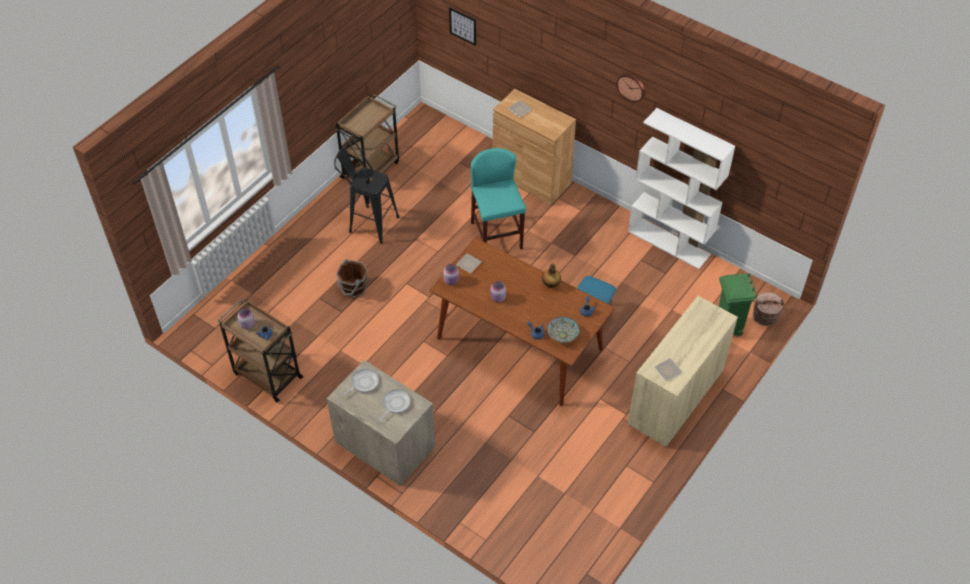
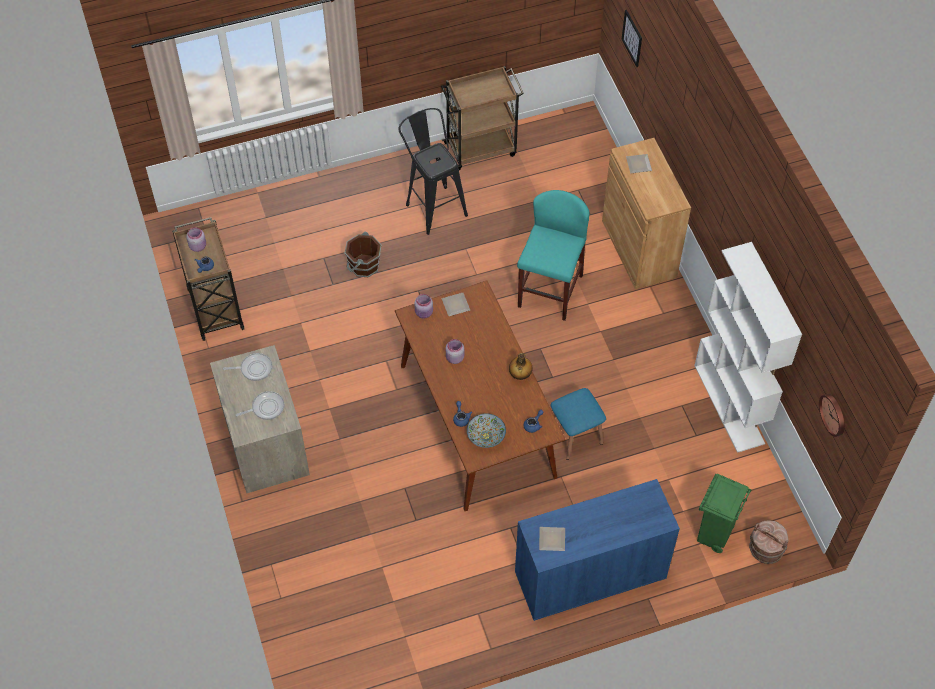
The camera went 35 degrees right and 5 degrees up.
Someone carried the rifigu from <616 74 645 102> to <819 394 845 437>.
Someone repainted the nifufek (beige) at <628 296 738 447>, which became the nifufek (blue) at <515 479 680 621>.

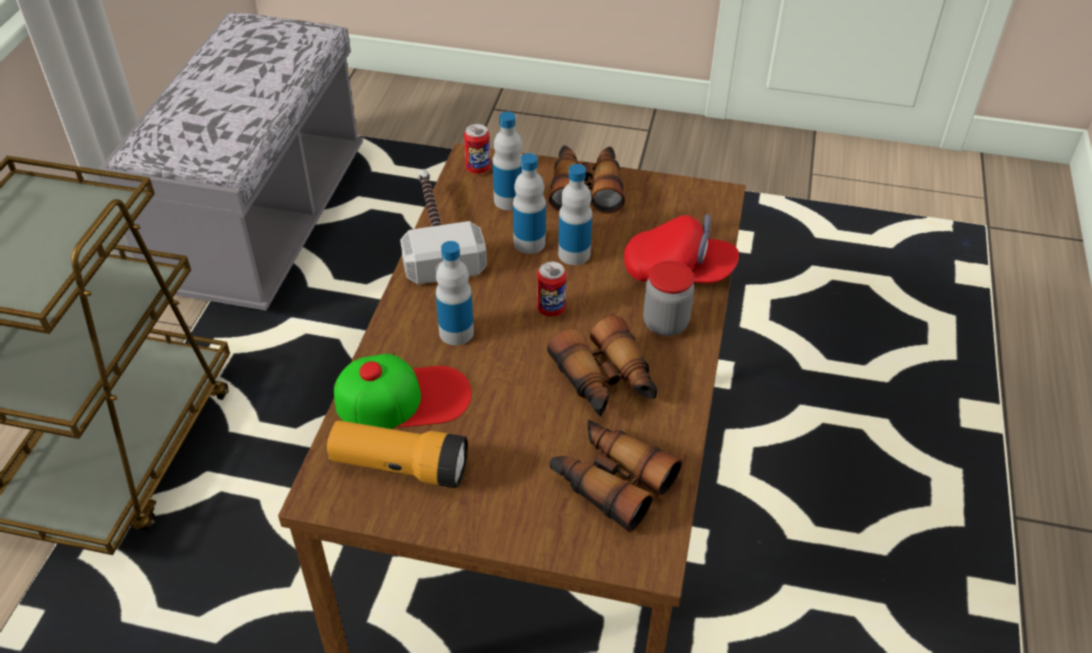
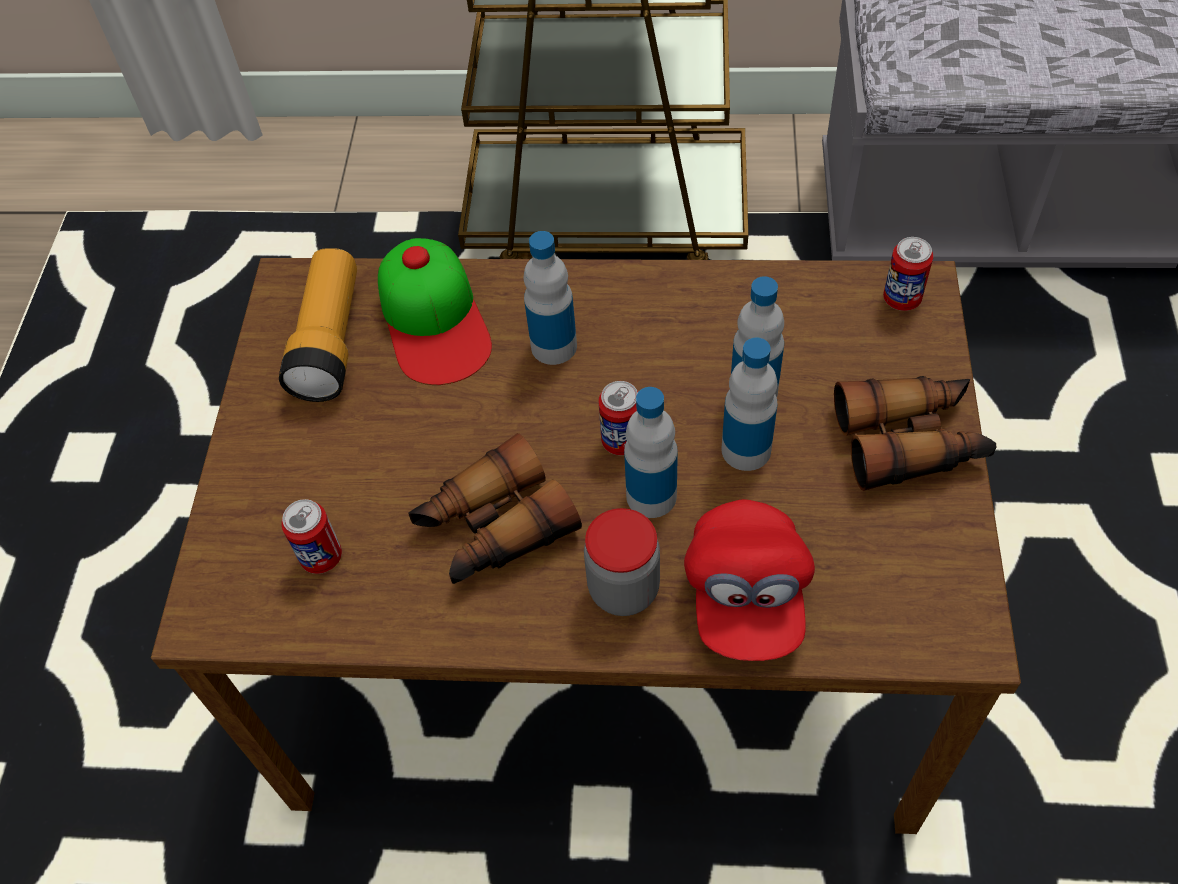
The camera went 85 degrees right and 10 degrees up.
Someone took away the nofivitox at <400 169 487 284>.
Someone carried the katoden from <493 112 522 210> to <624 387 678 518>.
Someone swapped the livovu at <550 420 682 533> for the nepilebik at <281 499 342 574>.

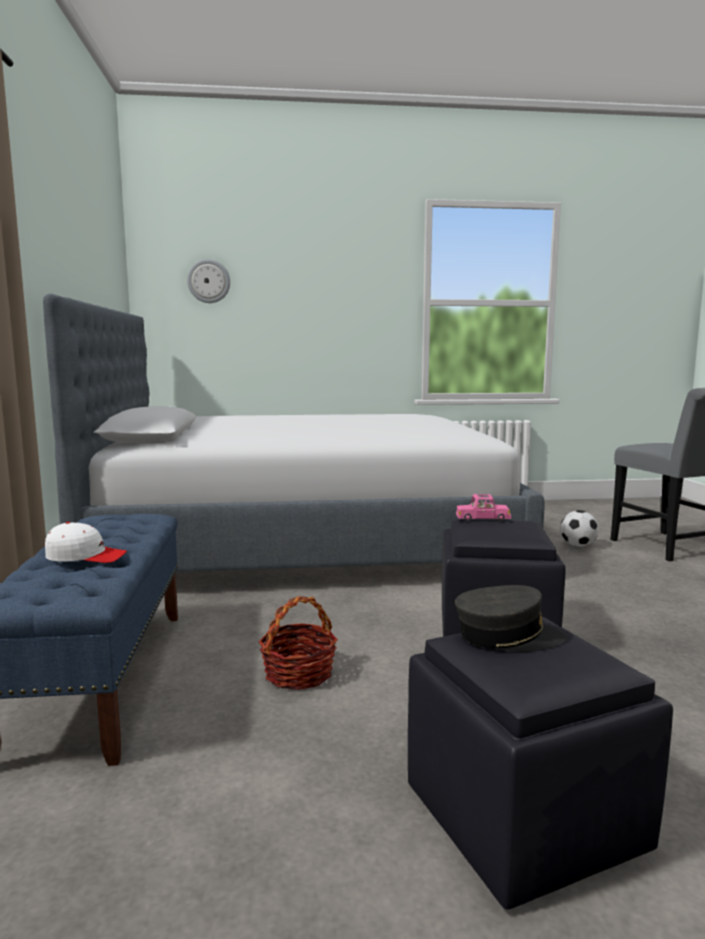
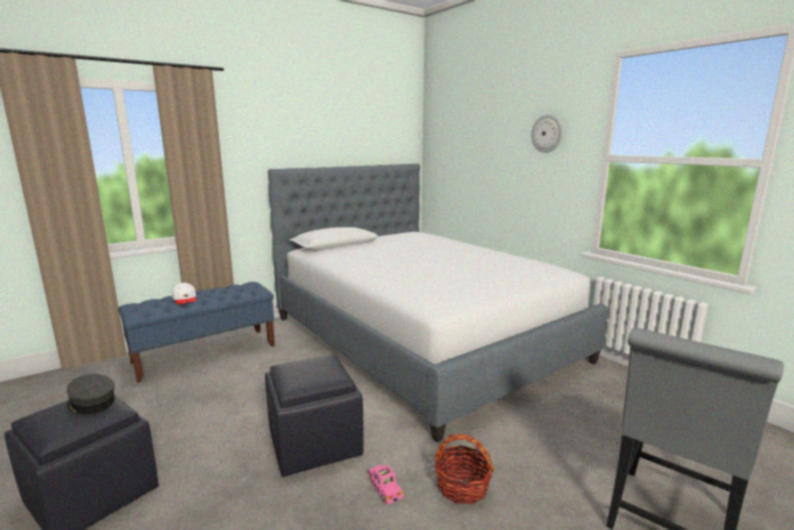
The camera went 60 degrees right and 5 degrees up.
Someone carried the rifigu from <187 259 230 303> to <531 114 563 153>.
Someone carried the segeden from <258 596 338 690> to <435 433 494 504>.
Someone rotated the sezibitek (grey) at <455 585 567 652> by 150 degrees clockwise.
Someone carried the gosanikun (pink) from <456 494 511 521> to <369 465 404 505>.
Someone took away the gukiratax at <560 510 599 547>.

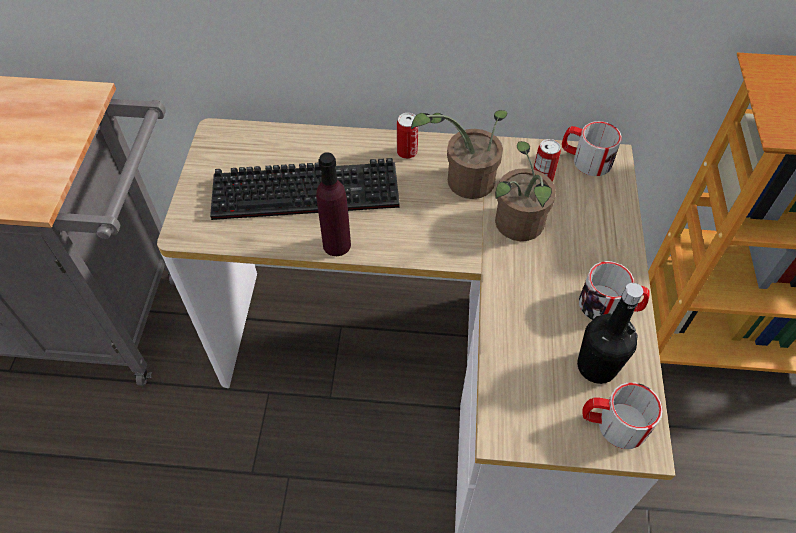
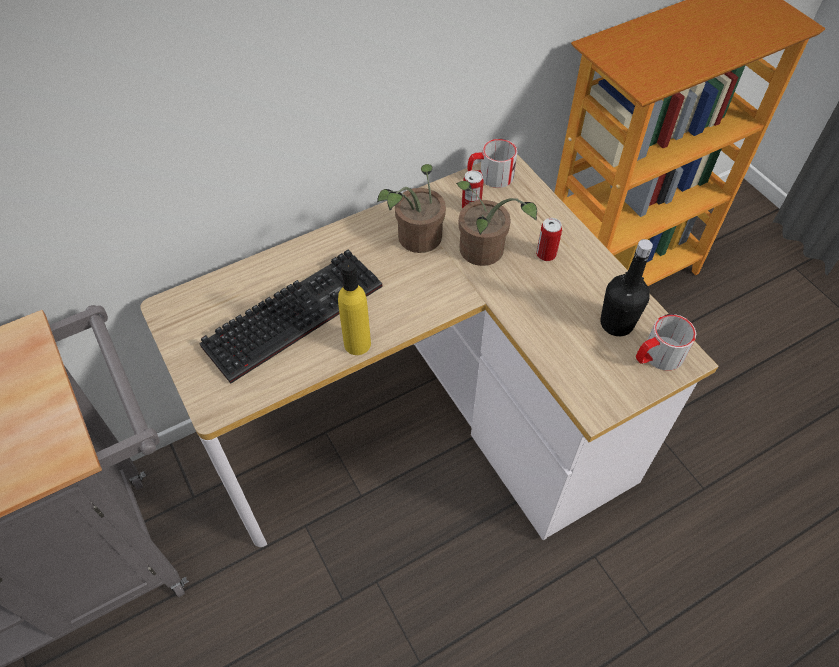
The camera went 35 degrees left and 0 degrees up.
Someone repainted the katoden (purple) at <316 152 351 256>, which became the katoden (yellow) at <338 261 371 355>.
Someone carried the nepilebik from <397 113 418 159> to <536 218 562 261>.
Someone took away the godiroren at <579 261 650 320>.

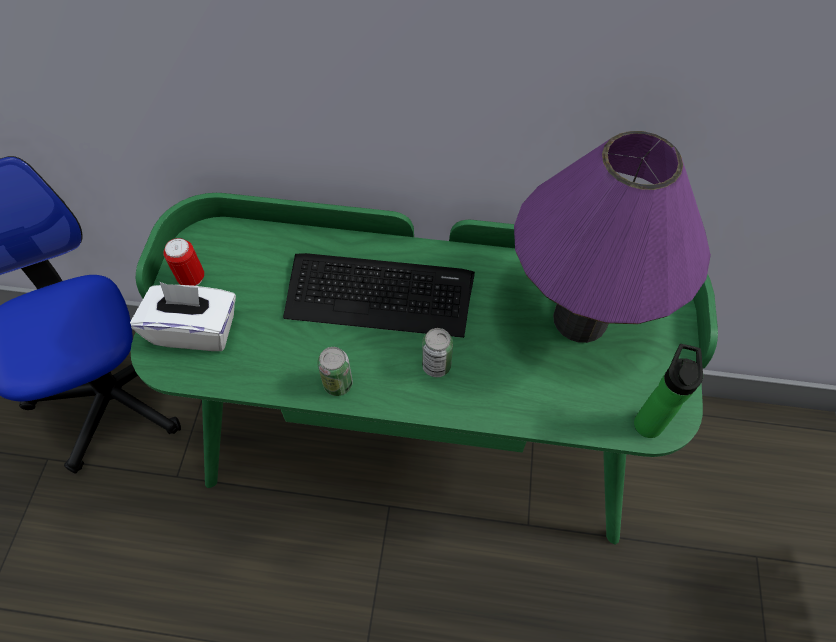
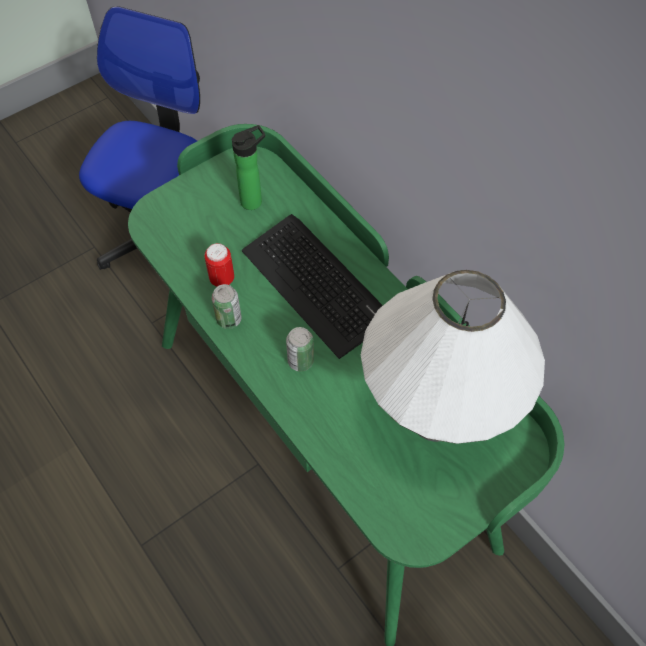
The camera went 45 degrees right and 0 degrees up.
Someone took away the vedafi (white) at <130 282 236 351>.
Someone carried the nepilebik from <163 238 204 286> to <204 243 234 287>.
Someone repainted the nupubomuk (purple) at <514 131 711 343>, which became the nupubomuk (white) at <361 270 545 444>.
Someone carried the katoden from <634 344 703 438> to <231 125 265 210>.

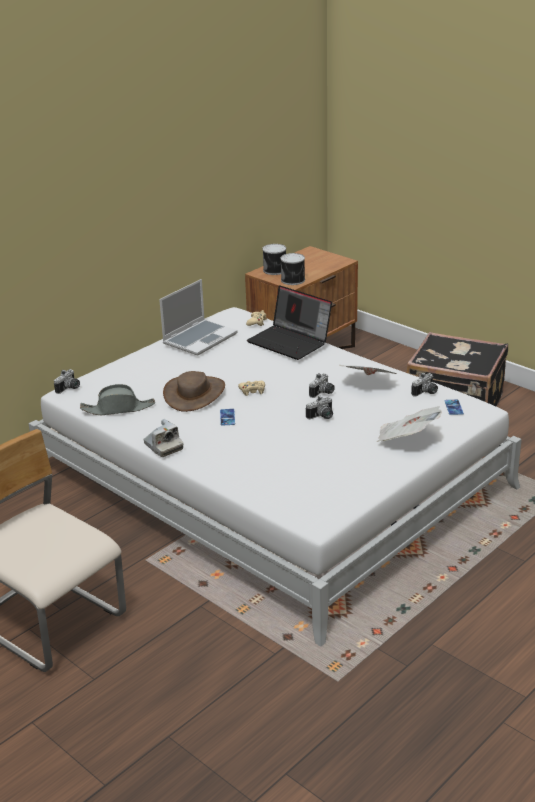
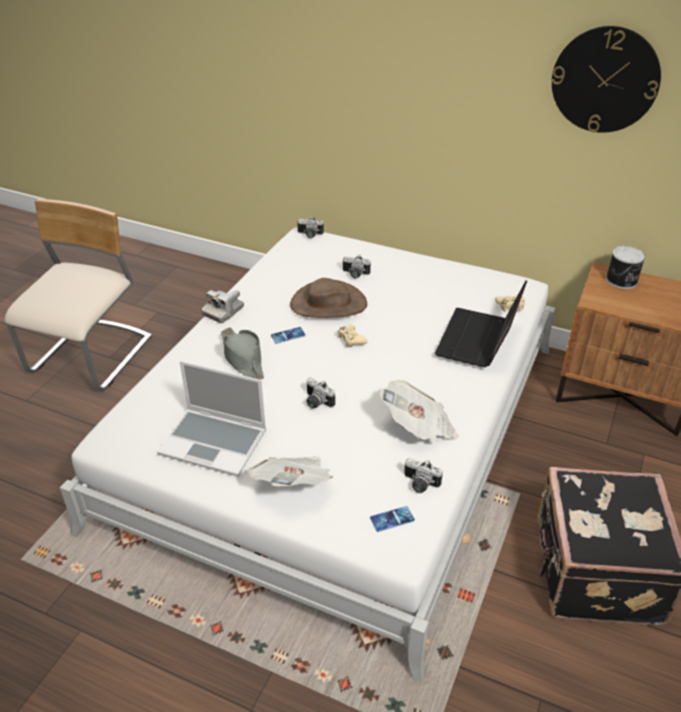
The camera went 70 degrees right and 10 degrees up.
Someone carried the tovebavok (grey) from <80 384 155 415> to <221 327 264 380>.
Someone carried the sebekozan from <159 279 238 356> to <157 361 266 476>.
Someone took away the nepilebik at <280 253 305 285>.
Someone carried the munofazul from <309 373 335 398> to <343 254 371 278>.
Someone put up the rifigu at <552 26 661 133>.

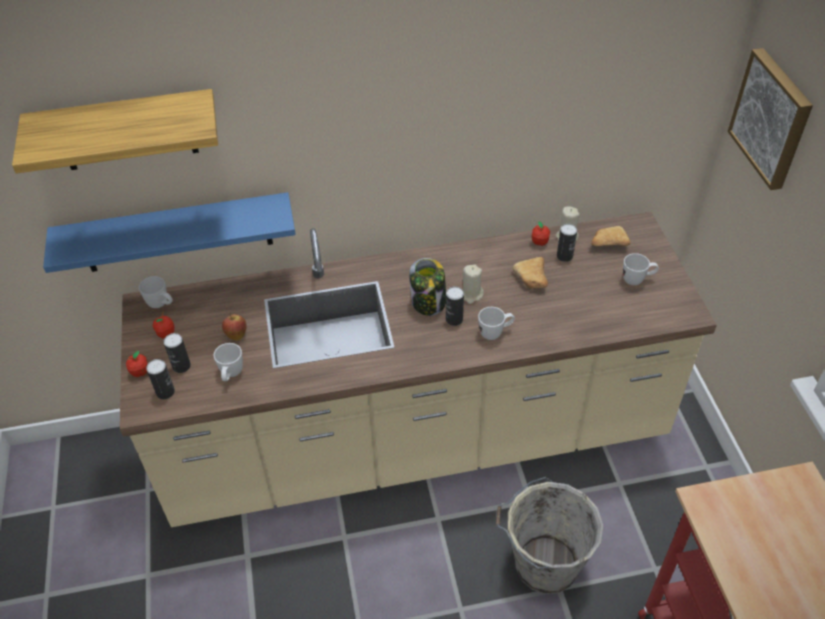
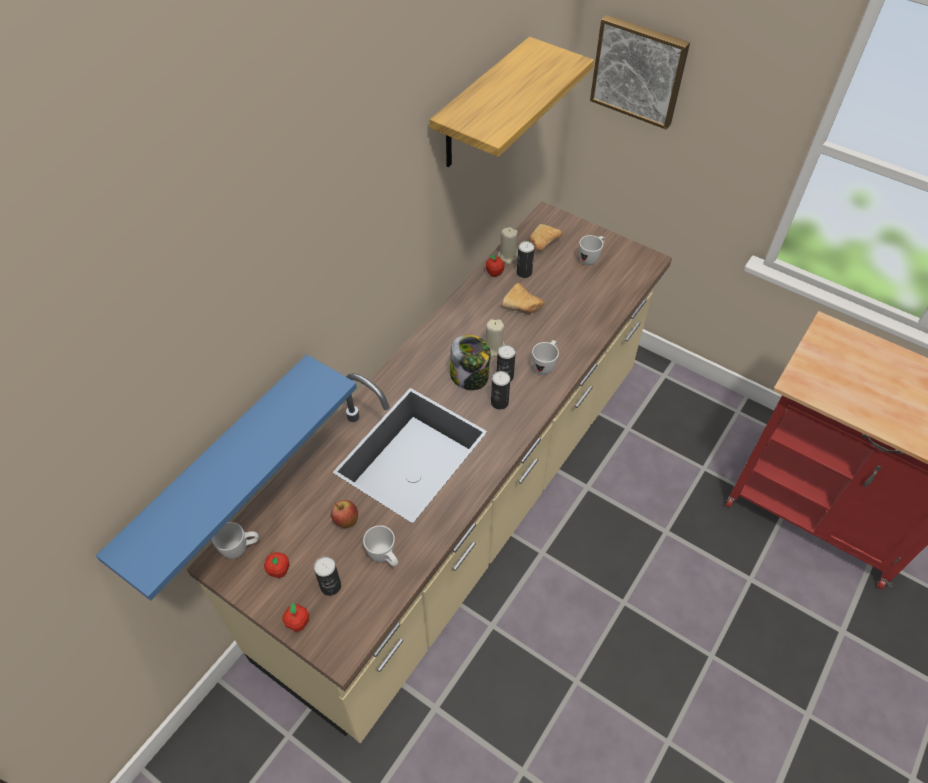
The camera went 45 degrees left and 5 degrees up.
Someone carried the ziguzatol from <12 89 218 174> to <430 37 594 167>.
Someone carried the nepilebik from <146 359 175 399> to <491 371 510 410>.
Someone took away the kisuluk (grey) at <496 477 604 594>.

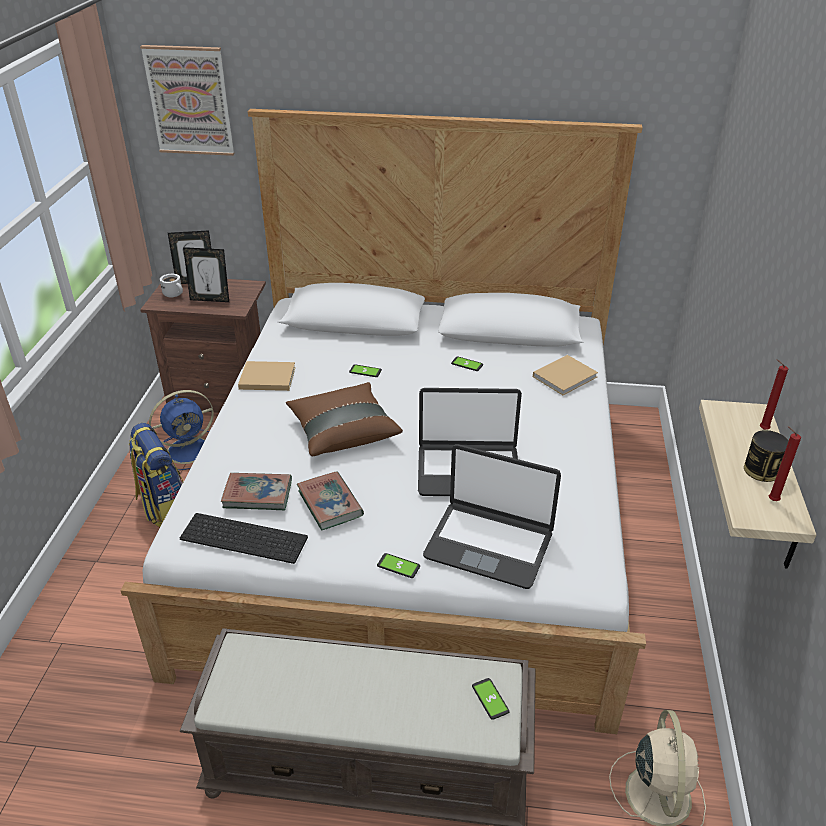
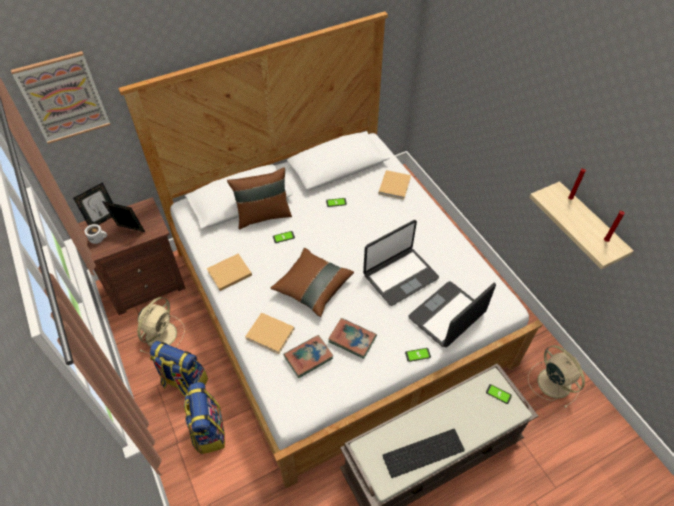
The camera went 35 degrees left and 15 degrees up.
Someone repainted the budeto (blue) at <149 390 214 470>, which became the budeto (beige) at <137 297 185 354>.
Someone carried the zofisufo from <180 513 308 564> to <382 429 465 478>.
Someone rotated the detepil at <183 247 229 302> by 135 degrees counterclockwise.
Someone rotated the sebekozan at <423 444 561 589> by 150 degrees clockwise.
Someone took away the nepilebik at <744 430 789 482>.
Someone put down the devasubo at <184 382 225 454>.
Someone put down the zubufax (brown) at <227 167 292 229>.
Someone put down the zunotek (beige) at <245 312 294 354>.

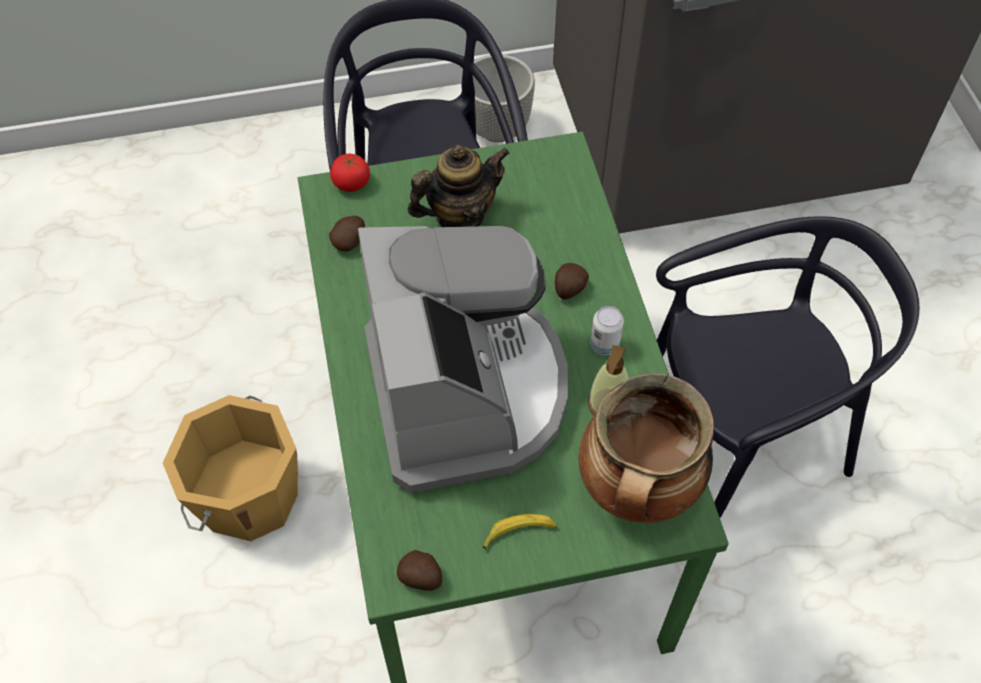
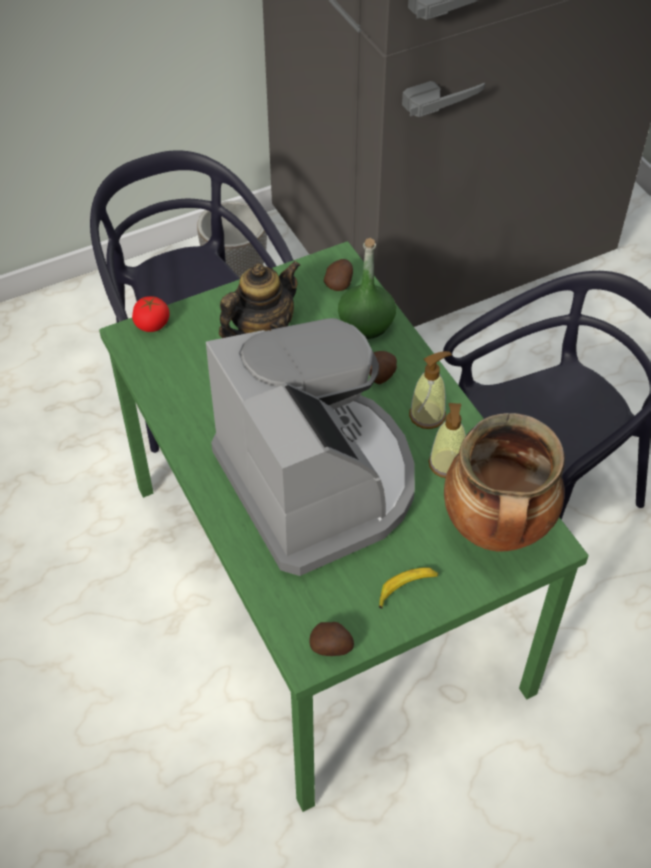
The camera went 15 degrees left and 5 degrees down.
Someone took away the kisuluk (orange) at <163 395 298 541>.
Someone carried the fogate from <329 216 365 251> to <324 259 353 291>.
Someone swapped the nepilebik at <590 306 624 355> for the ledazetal at <409 351 452 429>.
Someone put down the katoden (green) at <338 238 396 339>.

